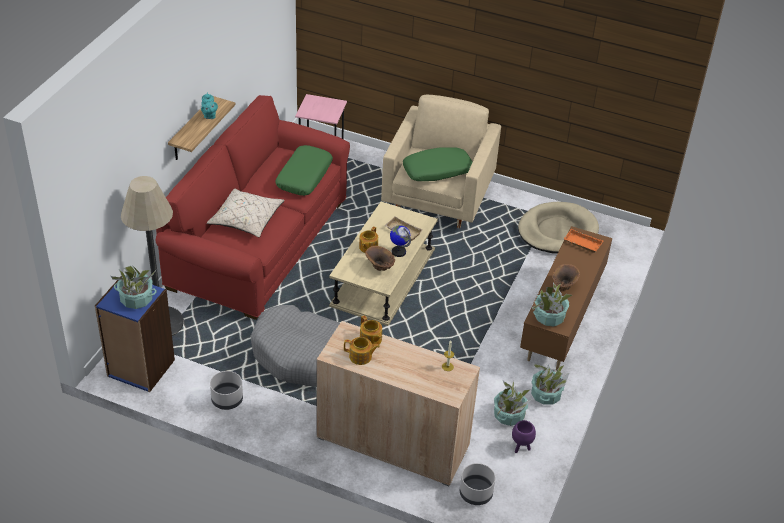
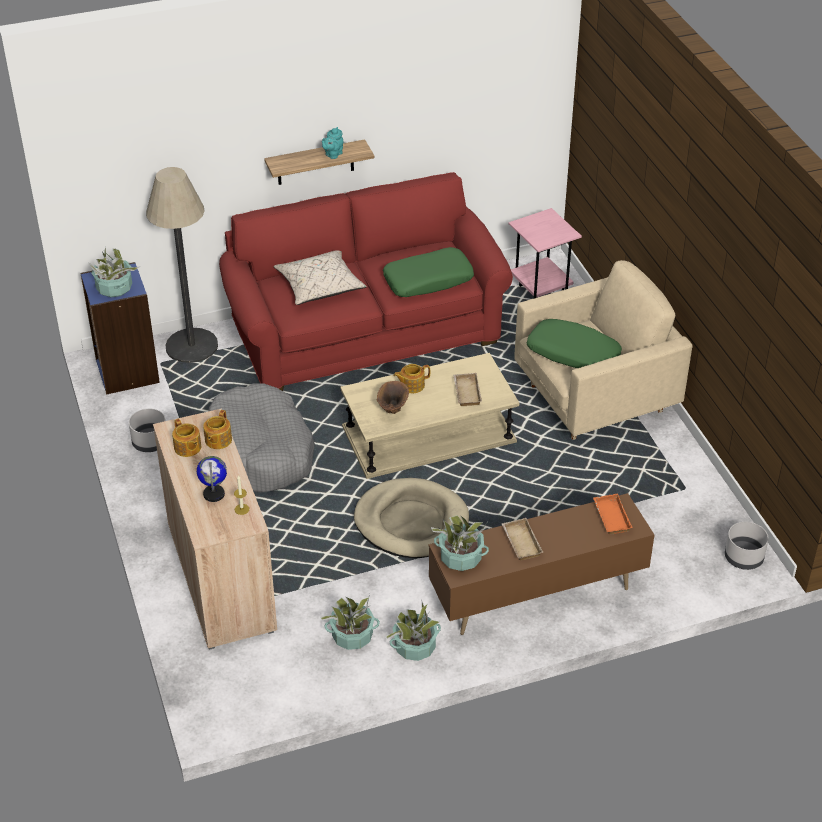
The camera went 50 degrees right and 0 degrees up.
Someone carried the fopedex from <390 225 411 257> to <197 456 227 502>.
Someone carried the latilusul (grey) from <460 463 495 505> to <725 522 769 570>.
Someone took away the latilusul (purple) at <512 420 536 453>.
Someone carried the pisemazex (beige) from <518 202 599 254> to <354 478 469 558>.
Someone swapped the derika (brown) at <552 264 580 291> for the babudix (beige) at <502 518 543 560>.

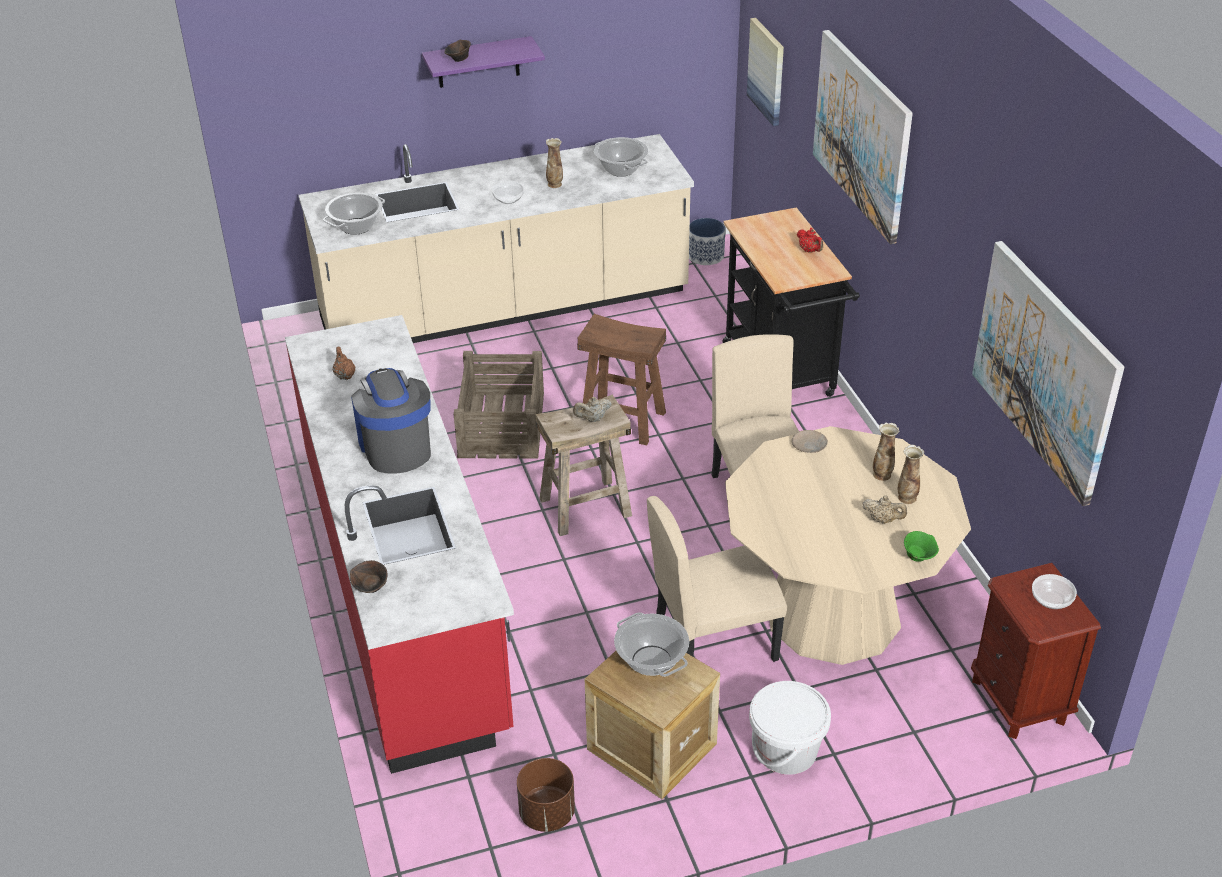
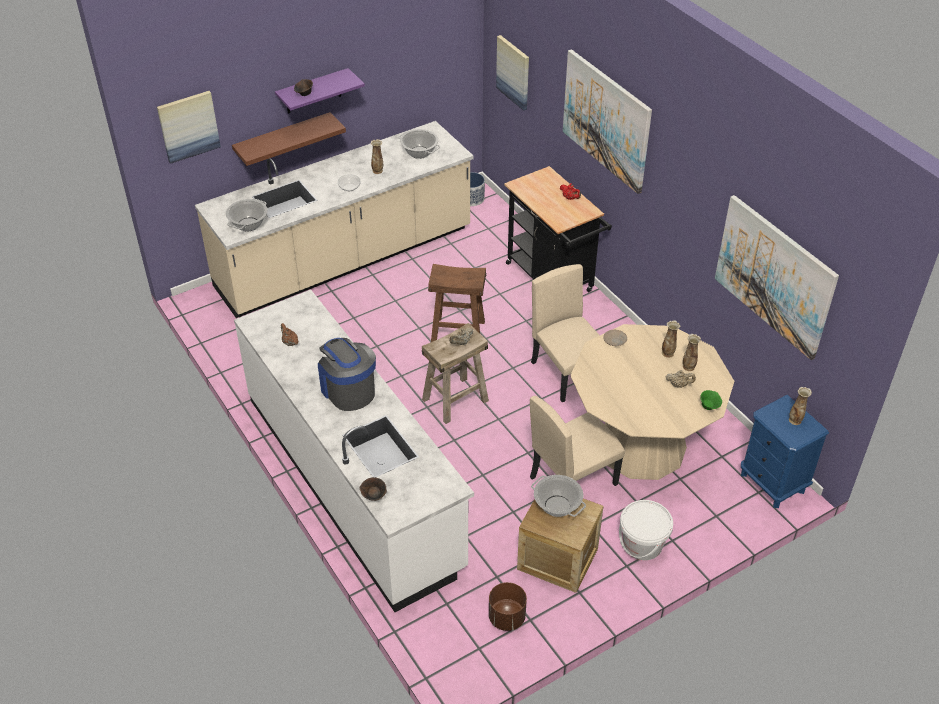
The camera went 15 degrees left and 5 degrees up.
Someone repainted the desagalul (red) at <285 315 514 774>, which became the desagalul (white) at <234 290 474 612>.
Someone took away the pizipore at <454 351 544 459>.
Someone repainted the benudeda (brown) at <971 563 1101 739>, which became the benudeda (blue) at <741 395 829 508>.
Someone swapped the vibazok at <1032 574 1077 609> for the derika at <789 387 812 425>.
Someone put up the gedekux at <157 91 221 164>.
Someone put up the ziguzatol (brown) at <232 112 346 166>.

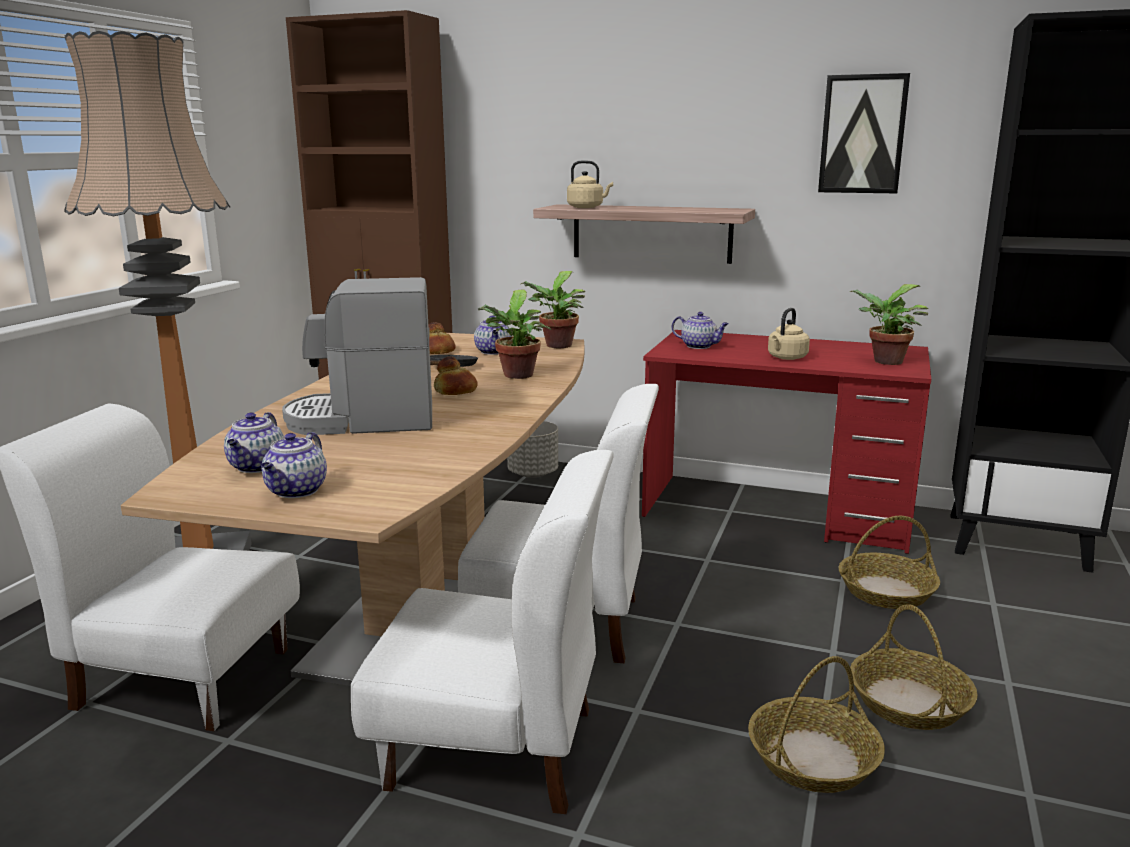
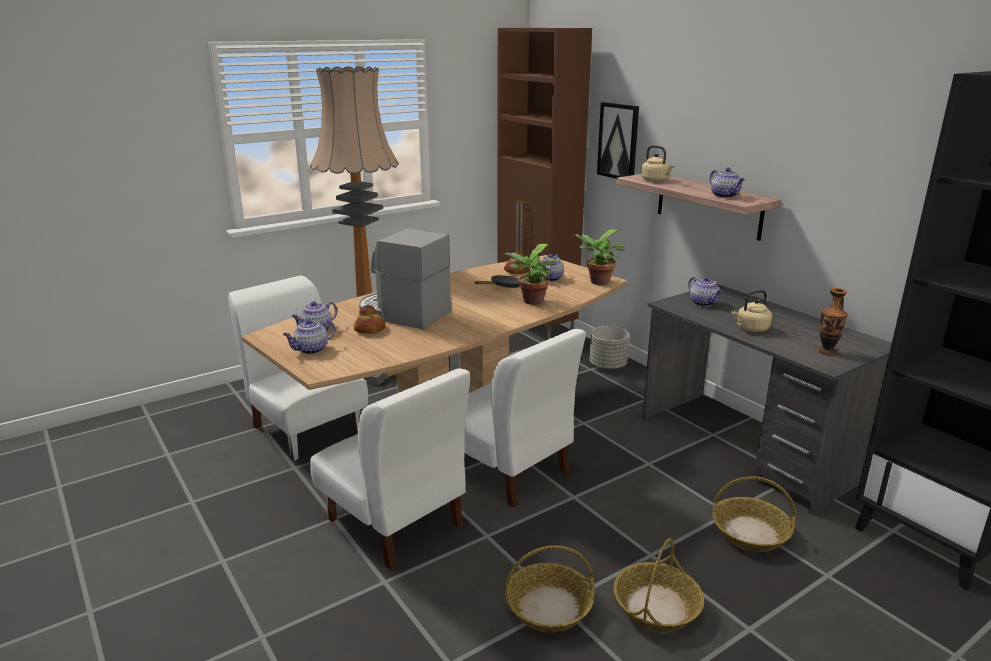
The camera went 35 degrees right and 5 degrees up.
Someone carried the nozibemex from <434 356 478 395> to <354 305 385 334>.
Someone repainted the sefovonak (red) at <642 330 931 554>, which became the sefovonak (grey) at <642 284 892 514>.
Someone carried the gedekux from <818 73 910 193> to <597 102 639 179>.
Someone swapped the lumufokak at <850 284 929 365> for the derika at <817 288 848 355>.
Someone put down the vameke at <710 168 745 198>.

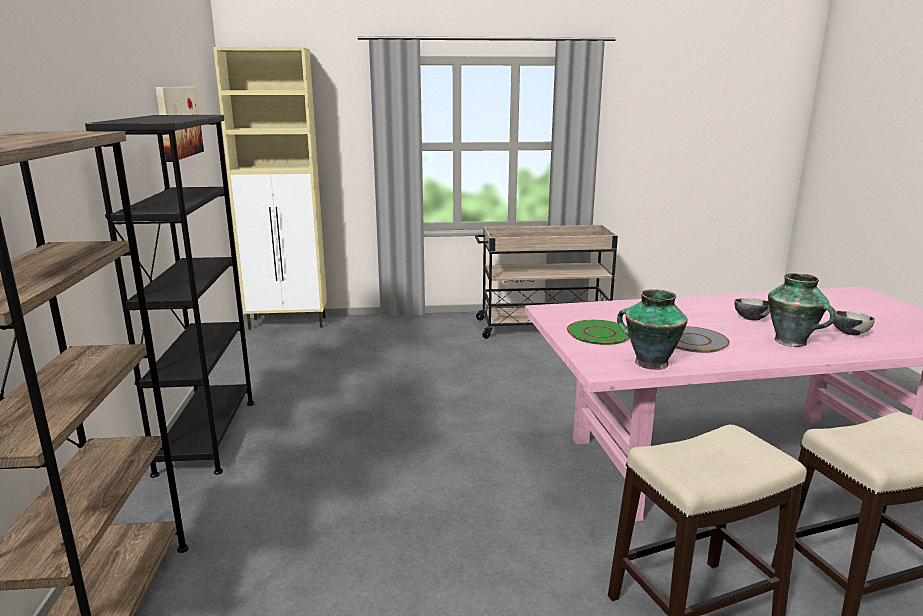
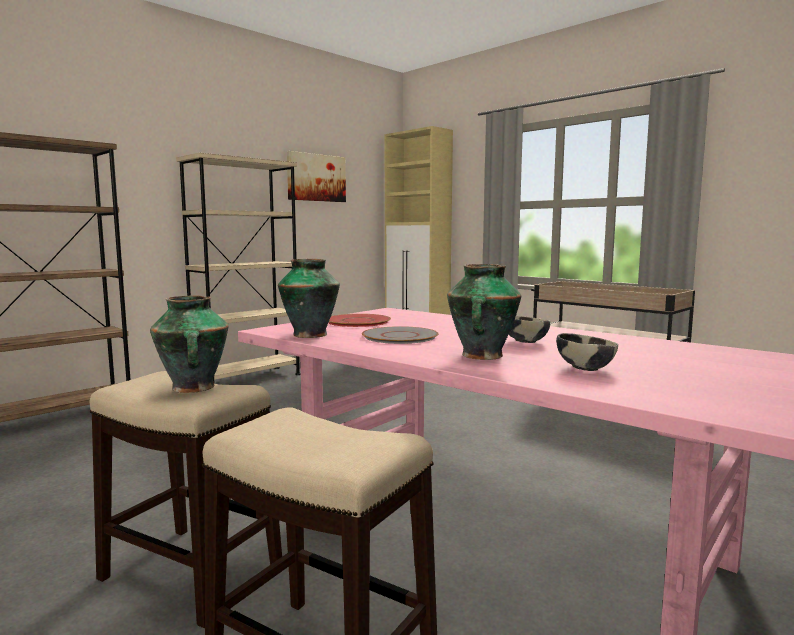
The camera went 50 degrees right and 10 degrees down.
Someone repainted the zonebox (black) at <85 115 255 478>, which became the zonebox (beige) at <176 153 301 384>.
Someone repainted the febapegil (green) at <567 320 630 345>, which became the febapegil (red) at <329 314 391 327>.
Someone put down the derika at <150 296 228 393>.

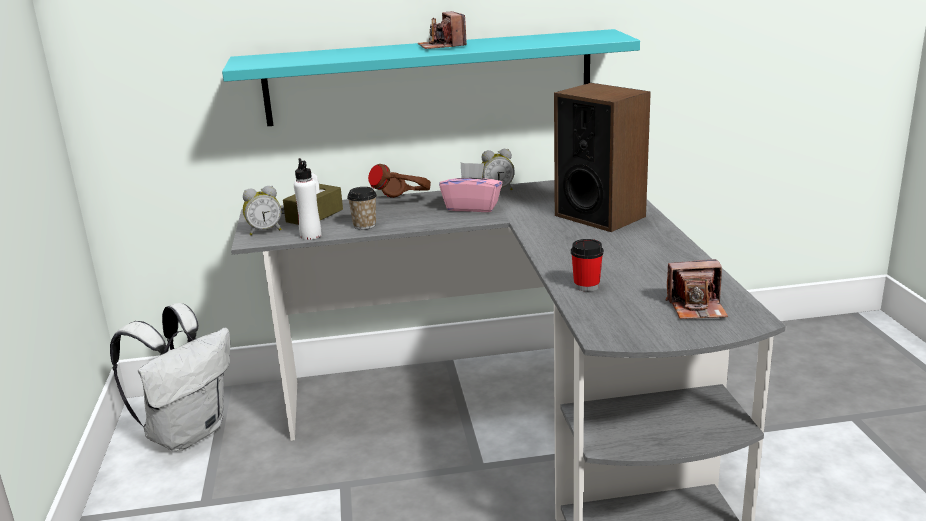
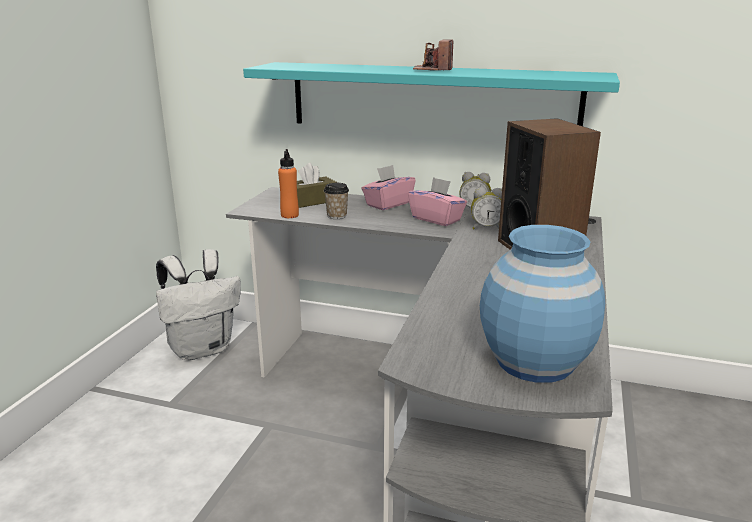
The camera went 25 degrees right and 0 degrees up.
Someone carried the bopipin from <243 186 281 235> to <471 187 502 229>.
Someone repainted the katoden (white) at <294 158 321 240>, which became the katoden (orange) at <278 149 299 218>.
Someone swapped the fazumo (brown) at <368 164 431 198> for the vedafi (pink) at <361 165 416 210>.
Someone took away the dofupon at <571 239 604 291>.
Someone swapped the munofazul at <666 259 728 319> for the derika (blue) at <480 225 605 383>.

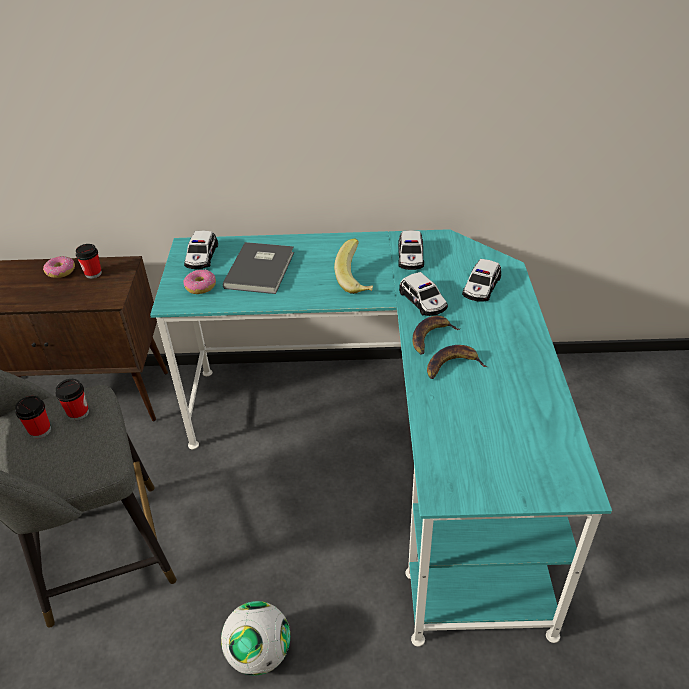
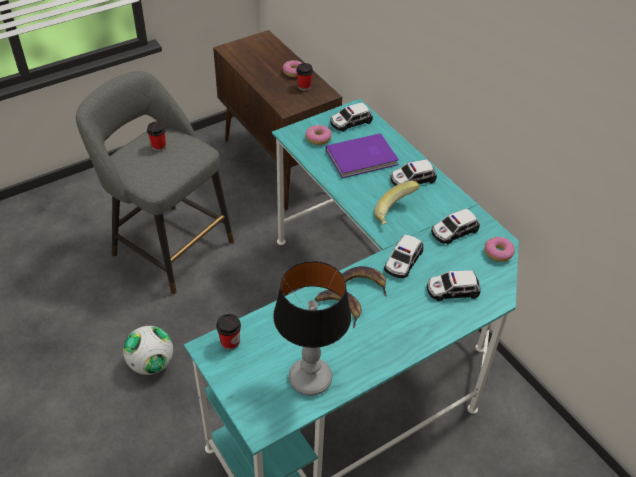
The camera went 55 degrees right and 5 degrees up.
Someone carried the dofupon from <56 379 89 421> to <216 313 241 350>.
Someone repainted the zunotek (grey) at <223 242 294 294>, which became the zunotek (purple) at <326 133 399 178>.
Someone put down the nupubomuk at <273 261 351 396>.
Someone put down the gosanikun at <390 159 437 186>.
Someone put down the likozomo at <484 237 515 262>.

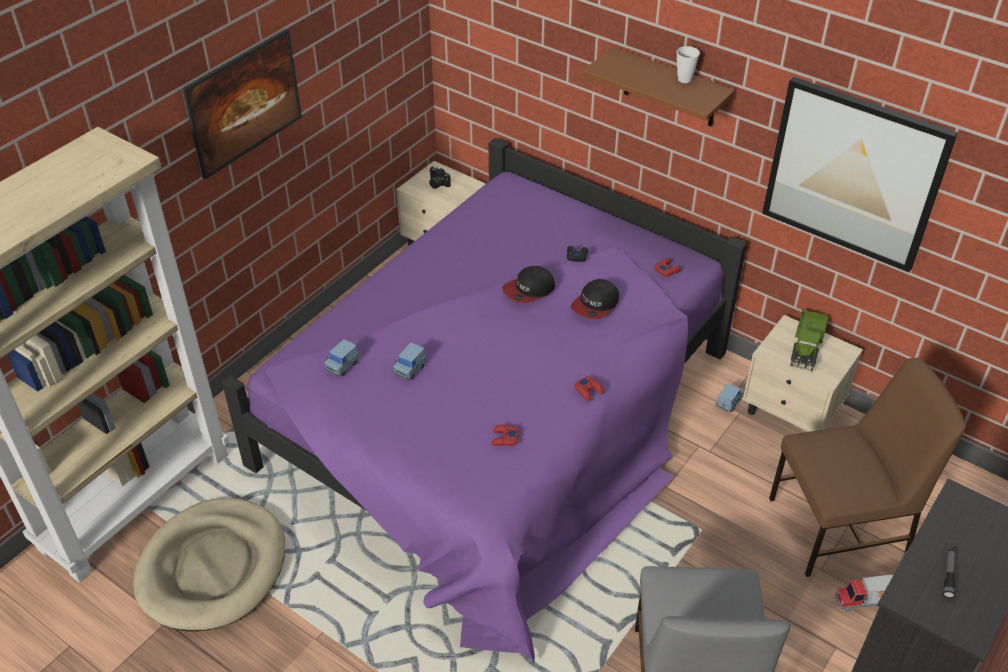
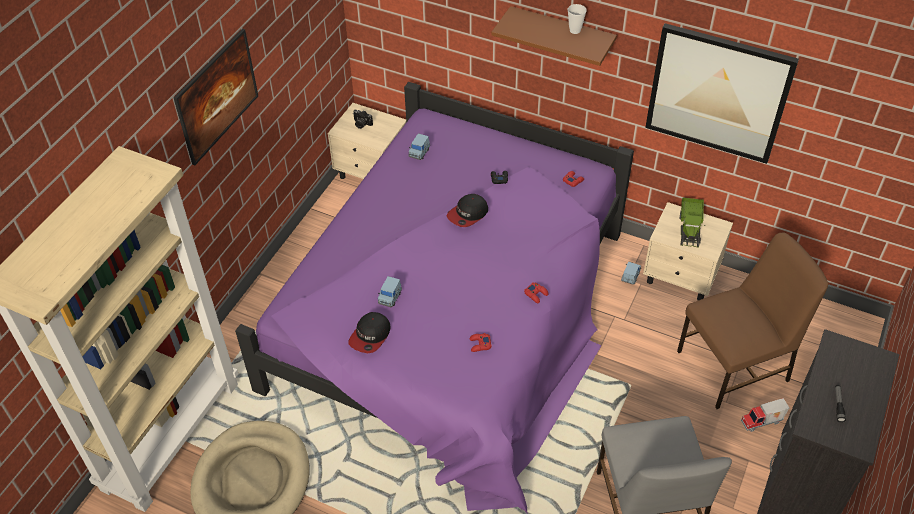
The camera went 10 degrees left and 5 degrees up.
Someone carried the gosanikun (blue) from <325 339 359 377> to <409 133 430 160>.
Someone carried the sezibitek from <571 279 619 319> to <349 312 390 353>.

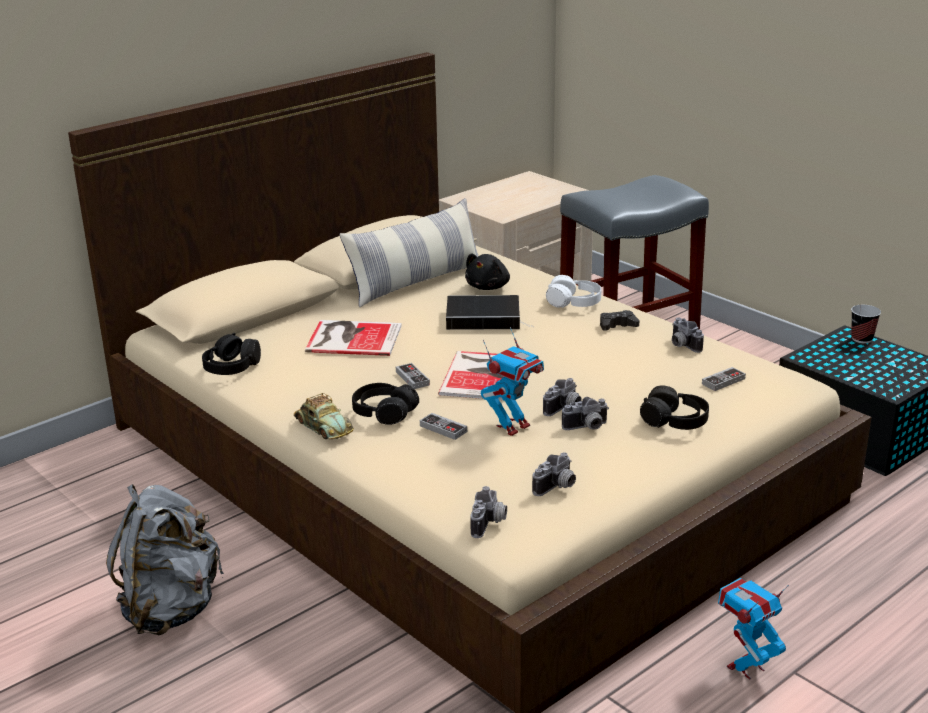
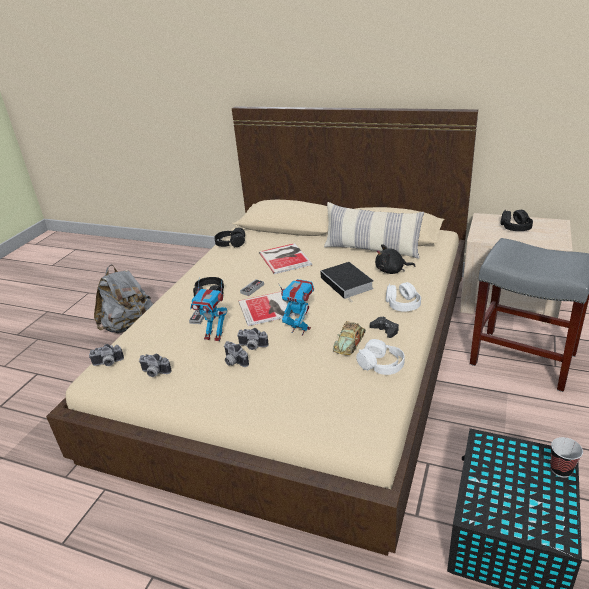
The camera went 65 degrees right and 5 degrees up.
Someone carried the gosanikun from <294 393 354 439> to <333 321 366 355>.
Someone carried the fazumo (black) from <640 385 709 430> to <500 210 533 231>.
Someone swapped the munofazul at <672 317 704 353> for the fazumo (white) at <356 339 405 375>.
Someone took away the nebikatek at <702 367 746 391>.
Someone carried the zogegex from <718 578 789 679> to <278 279 314 335>.

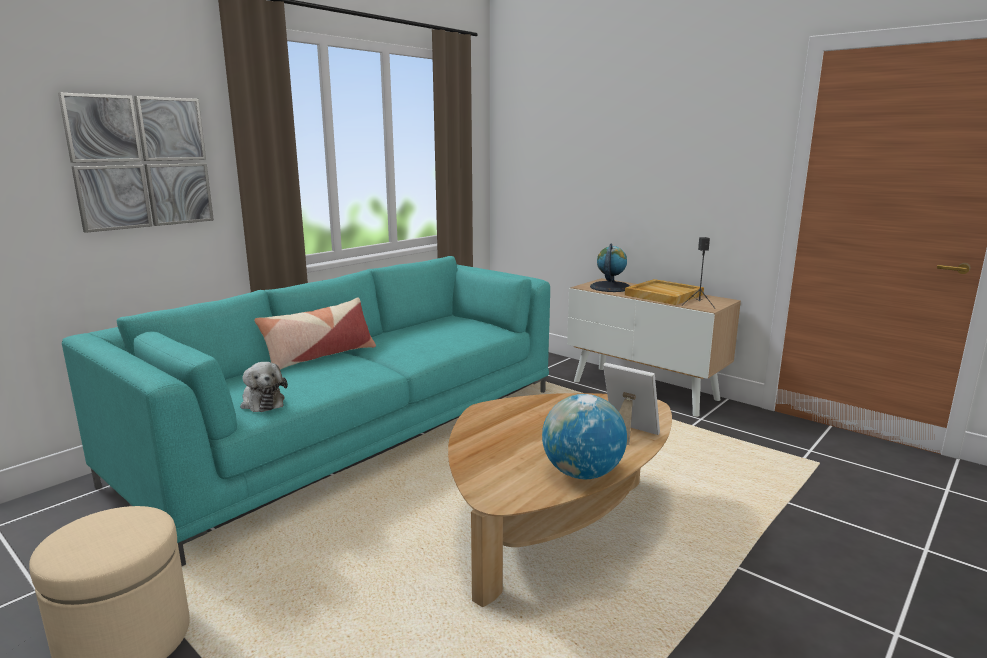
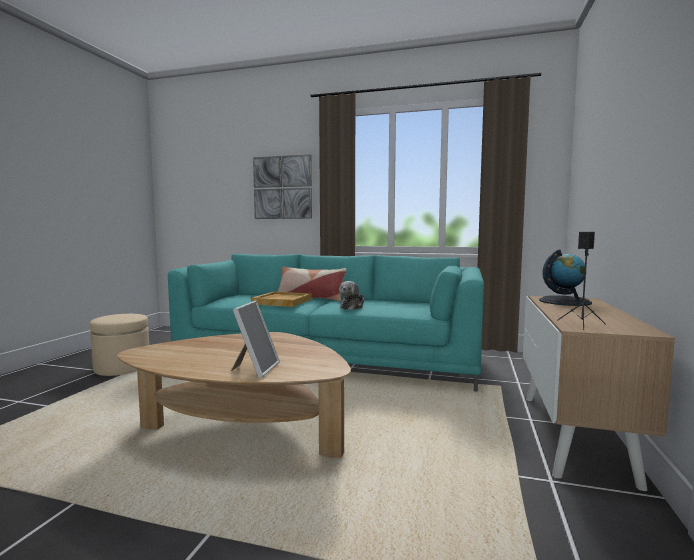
The camera went 65 degrees right and 10 degrees down.
Someone carried the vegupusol from <240 362 288 412> to <339 281 365 310>.
Someone took away the fopedex at <542 394 627 479>.
Someone carried the babudix (beige) from <625 279 704 305> to <251 292 312 307>.

